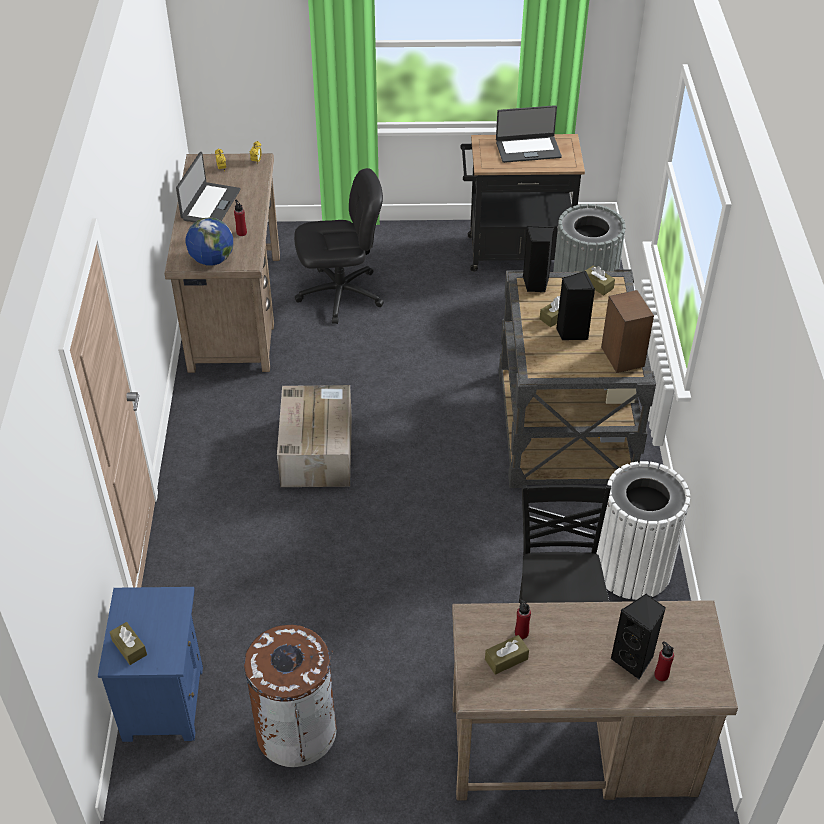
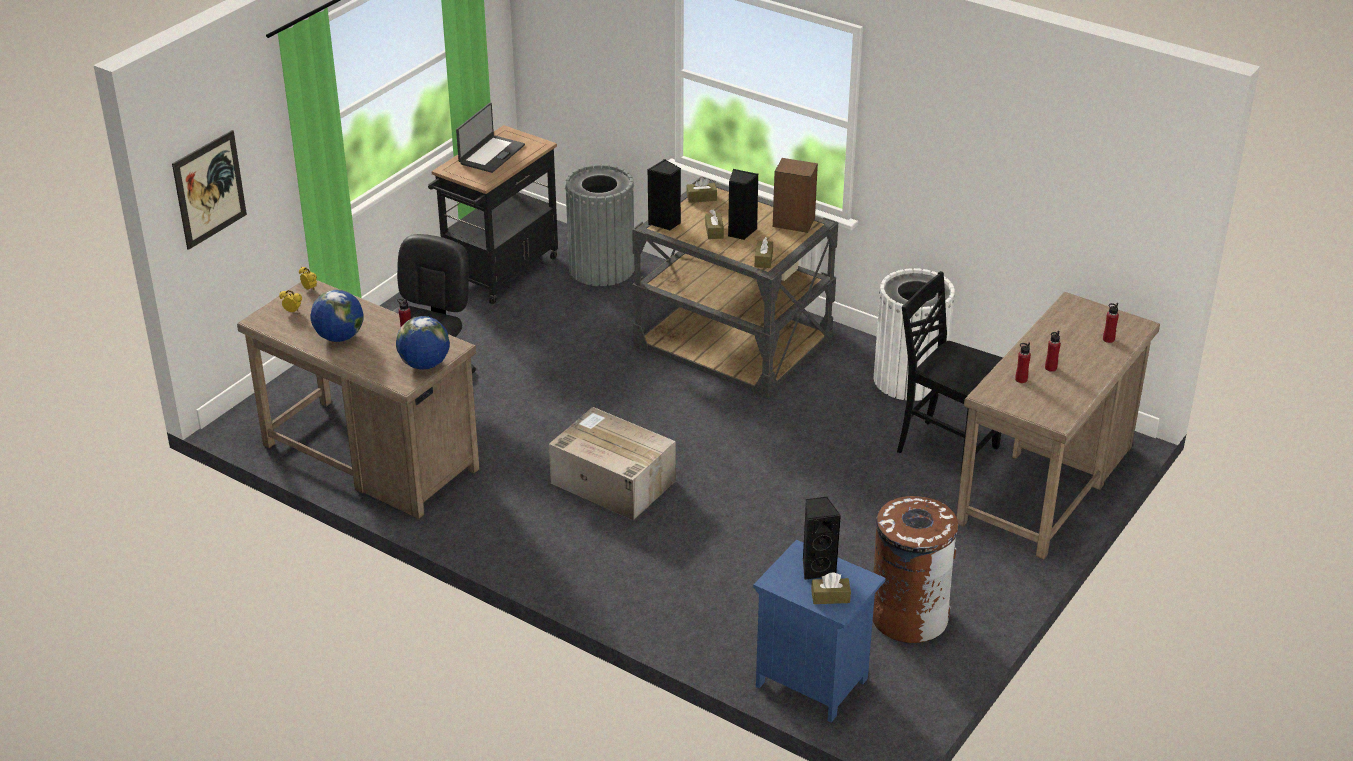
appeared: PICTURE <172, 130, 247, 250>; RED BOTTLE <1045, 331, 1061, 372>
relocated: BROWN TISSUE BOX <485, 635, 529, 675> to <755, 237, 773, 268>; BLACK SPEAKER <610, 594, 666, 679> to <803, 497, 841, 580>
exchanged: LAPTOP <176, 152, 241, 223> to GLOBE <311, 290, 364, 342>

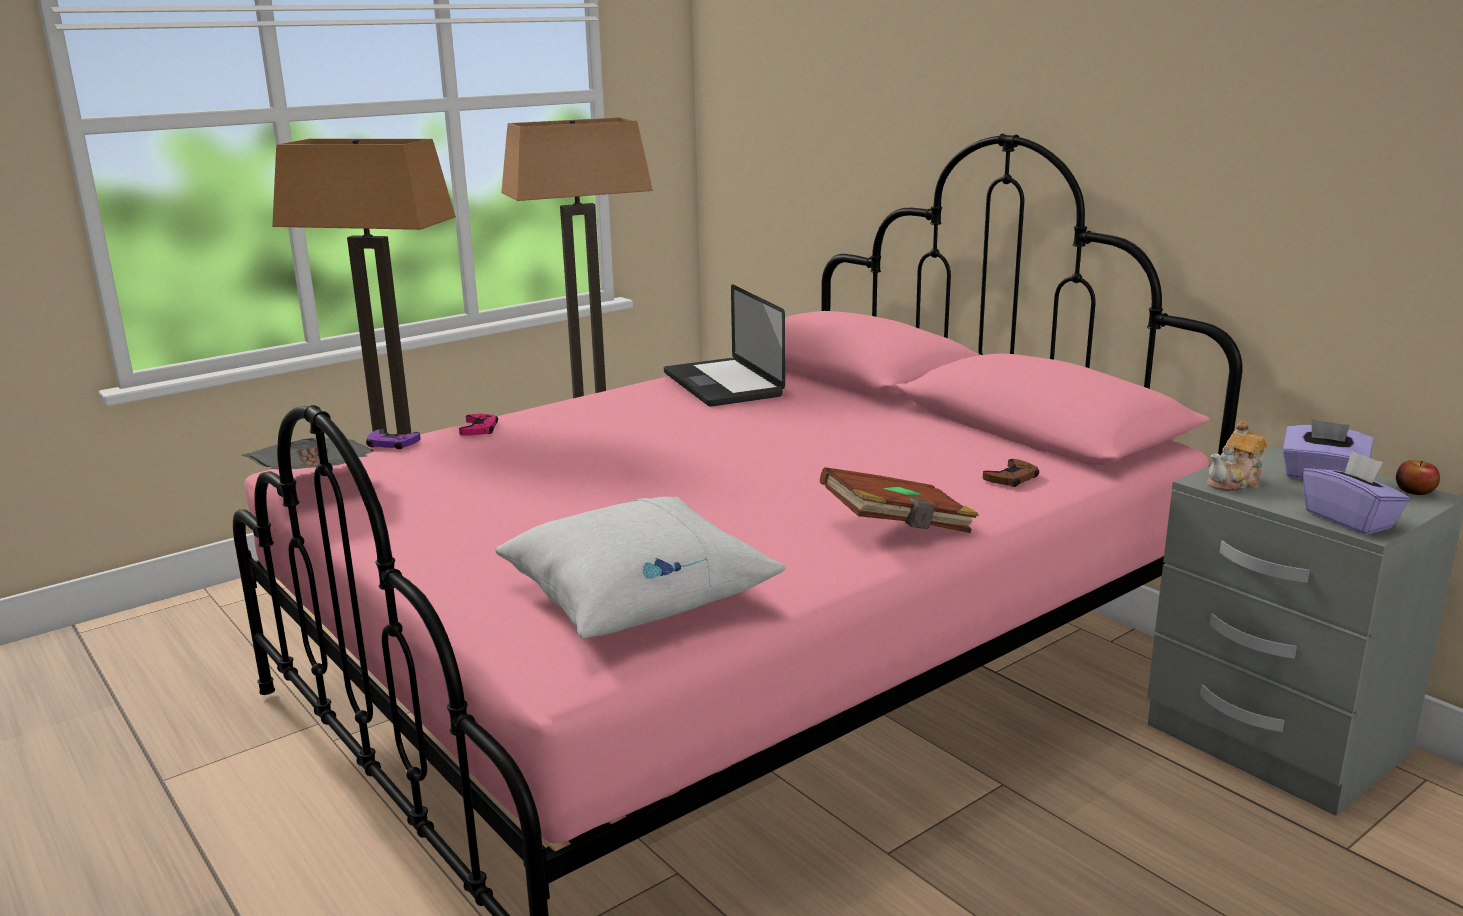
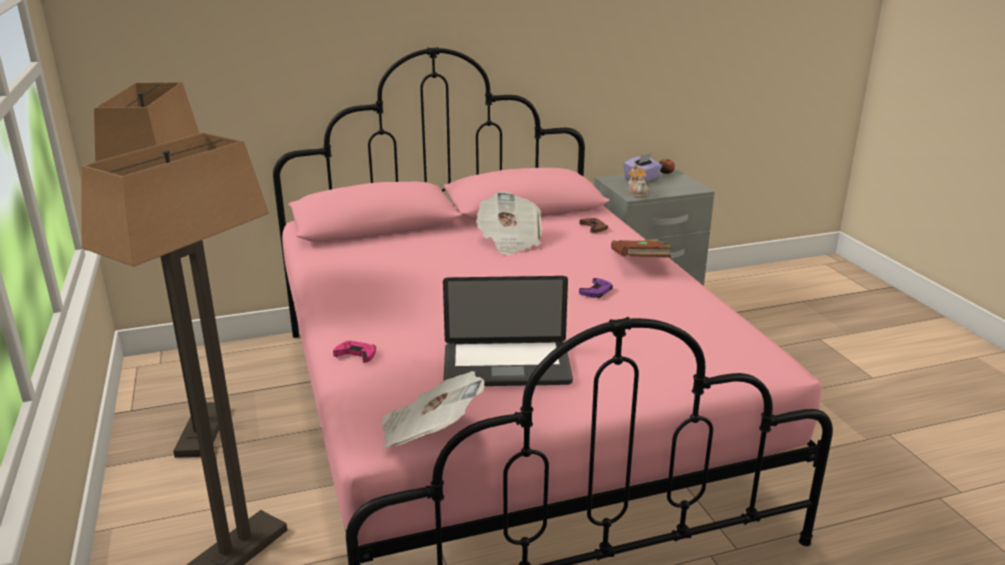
missing: GREY PILLOW <495, 497, 786, 639>; PURPLE TISSUE BOX <1302, 451, 1410, 535>
appeared: NEWSPAPER <476, 191, 542, 255>
relocated: PURPLE GAME CONTROLLER <366, 429, 421, 449> to <579, 278, 613, 298>; LAPTOP <664, 284, 785, 407> to <443, 276, 573, 386>

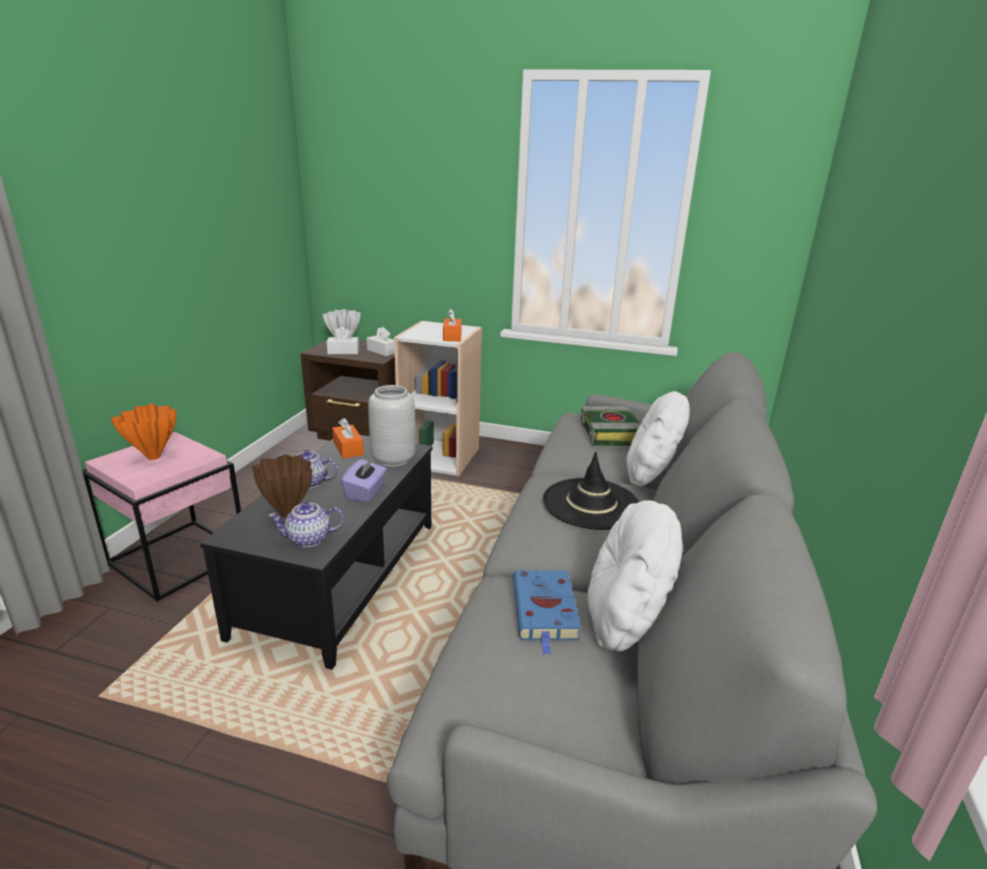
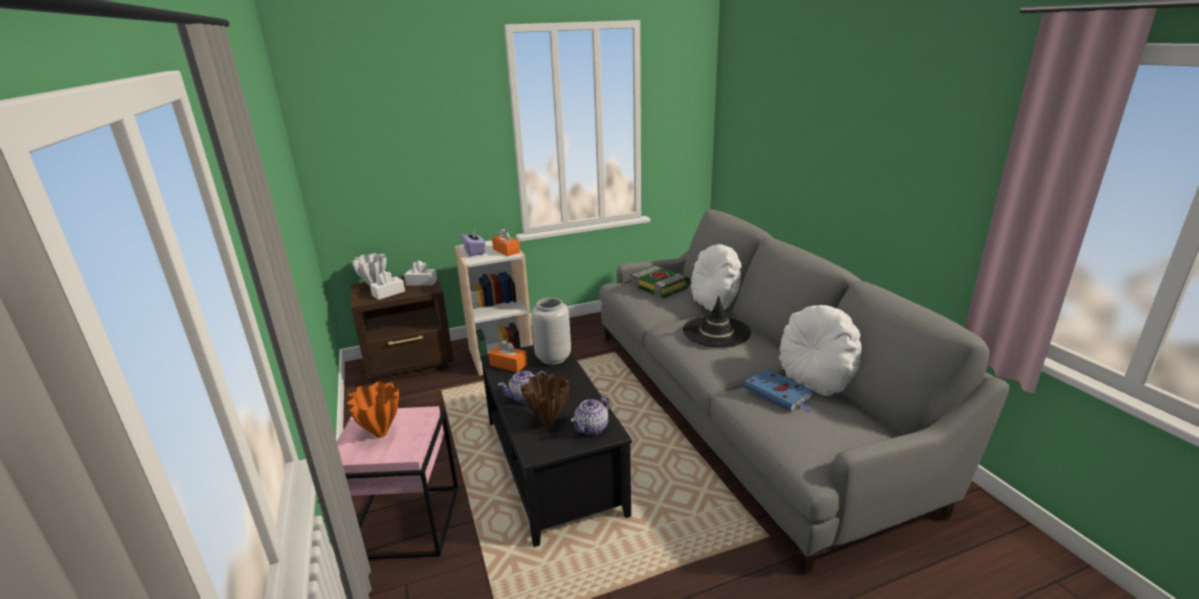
relocated: PURPLE TISSUE BOX <341, 458, 387, 503> to <461, 229, 486, 256>

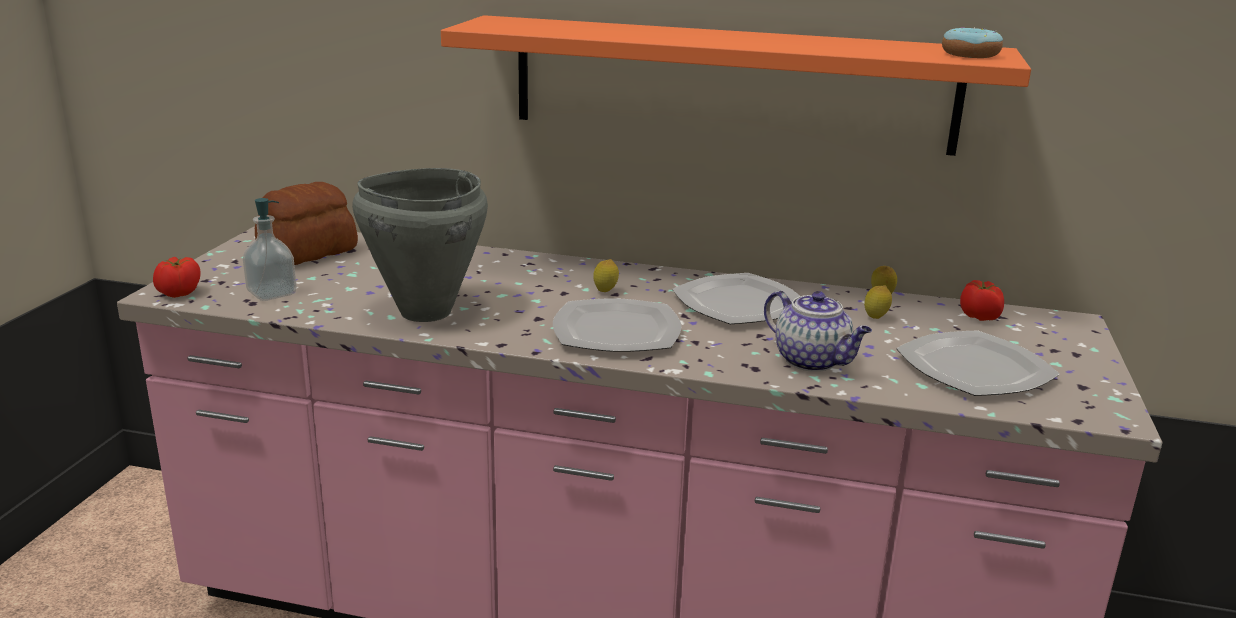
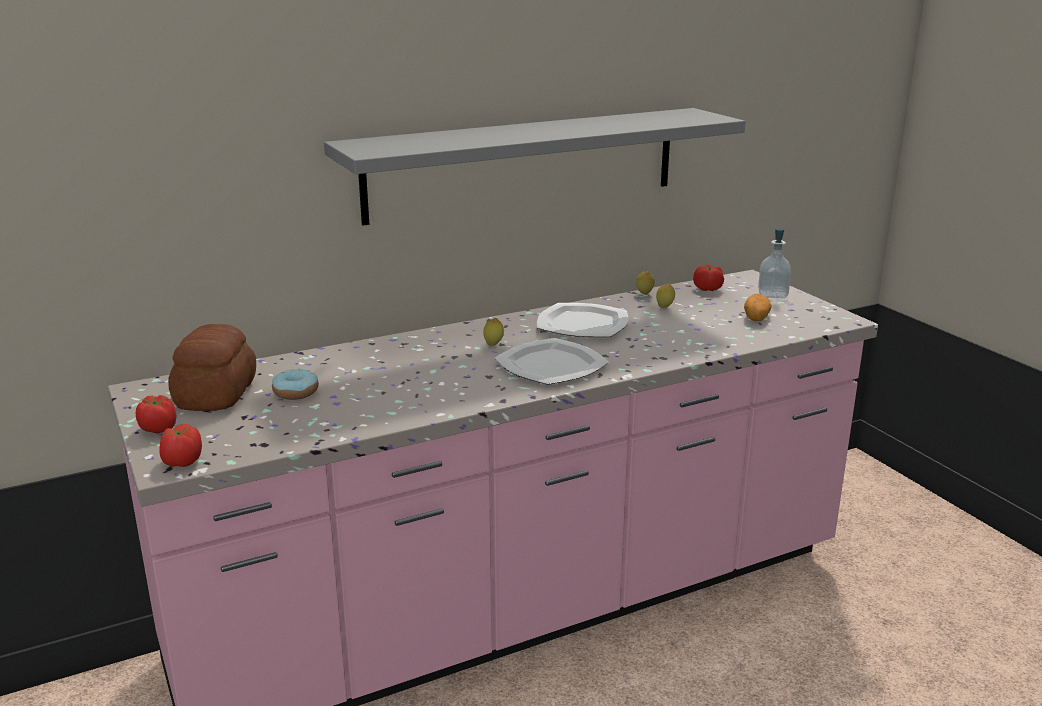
missing: GREY COOKING POT <352, 168, 488, 322>; TEAPOT <764, 290, 872, 372>
appeared: TOMATO <136, 395, 177, 434>
relocated: SOAP DISPENSER <243, 198, 297, 301> to <758, 228, 791, 298>; DONUT <942, 27, 1003, 58> to <272, 368, 319, 400>
exchanged: PLATE <896, 331, 1060, 396> to POTATO <744, 294, 772, 321>
colour: ORANGE SHELF <441, 15, 1031, 156> to GREY SHELF <324, 108, 746, 226>

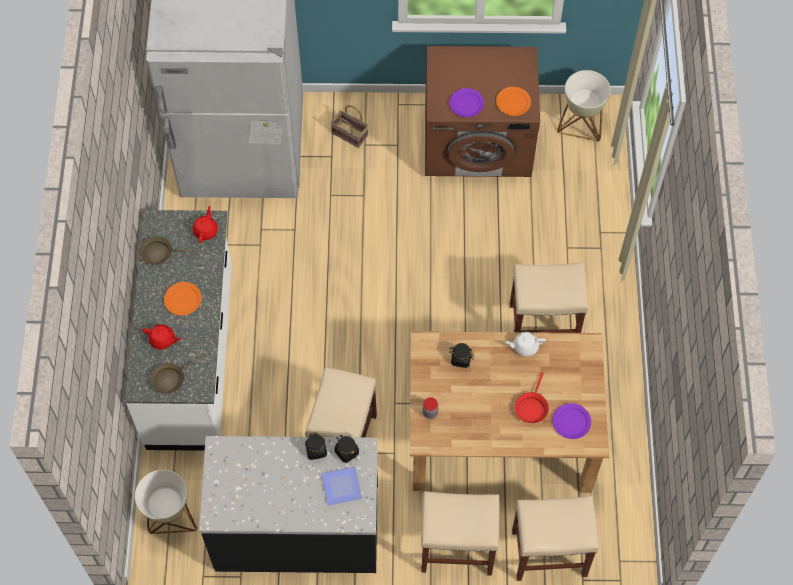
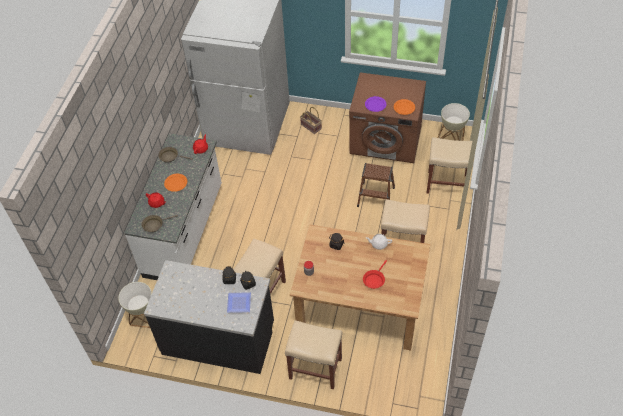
missing: PURPLE PLATE <553, 403, 591, 439>
appeared: BROWN STEP LADDER <357, 163, 395, 207>
relocated: BEIGE STOOL <512, 496, 599, 581> to <427, 137, 474, 194>

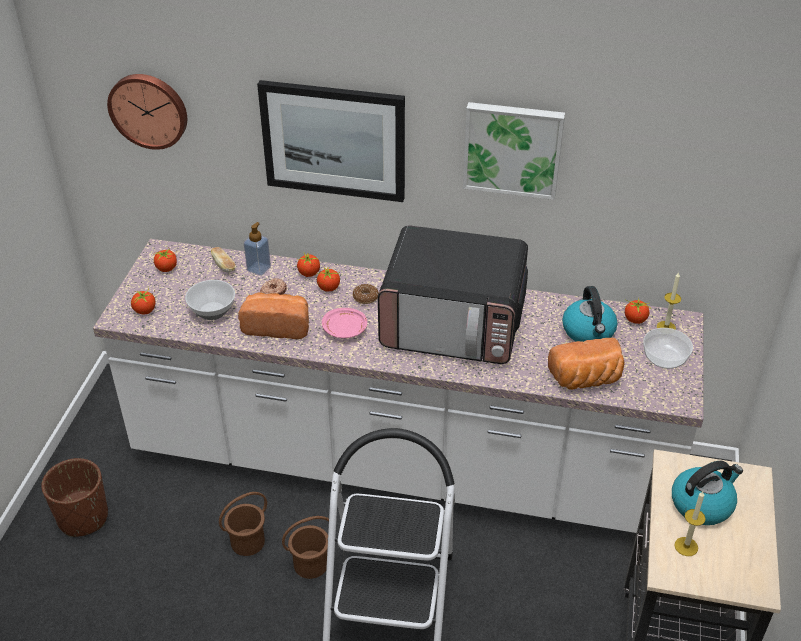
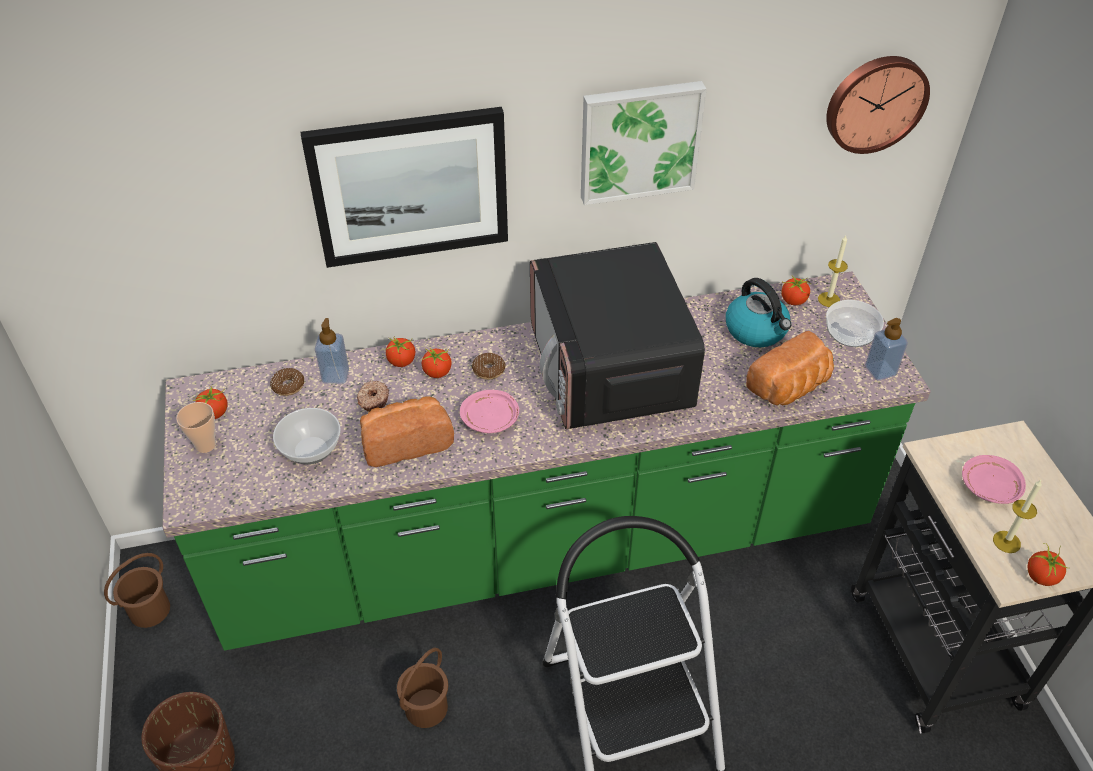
appeared: CUP <176, 402, 216, 453>; SOAP DISPENSER <865, 318, 908, 380>
relocated: WALL CLOCK <107, 74, 187, 150> to <826, 56, 930, 154>; TOMATO <131, 286, 155, 315> to <1028, 543, 1067, 586>; BROWN BUCKET <282, 516, 329, 579> to <104, 553, 170, 628>
exchanged: BREAD <211, 247, 235, 273> to DONUT <270, 368, 304, 396>; KETTLE <672, 461, 743, 525> to PINK PLATE <962, 455, 1026, 504>
colour: WHITE COUNTER <93, 239, 704, 533> to GREEN COUNTER <163, 271, 931, 651>
spun: MICROWAVE <378, 225, 528, 364> = <530, 242, 705, 429> 90 degrees clockwise

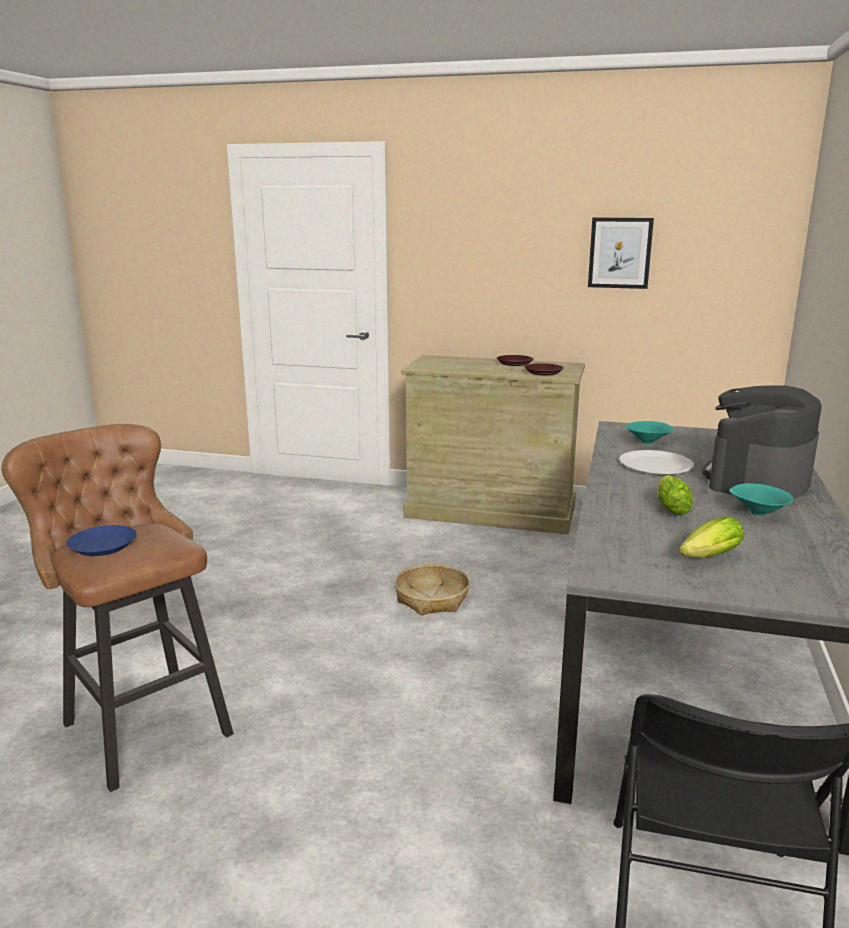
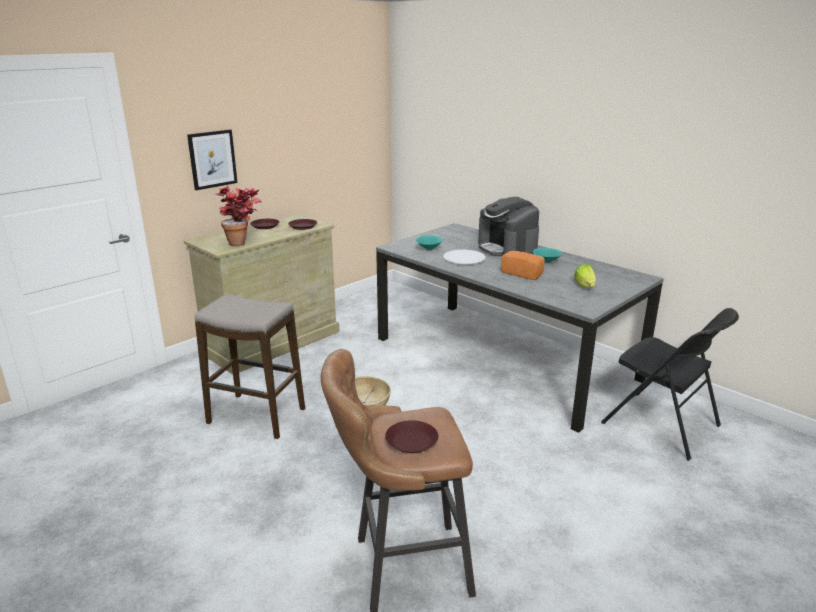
appeared: STOOL <195, 294, 305, 439>; POTTED PLANT <215, 185, 262, 246>
relocated: PICTURE <588, 218, 654, 289> to <187, 129, 238, 190>
exchanged: LETTUCE <657, 475, 693, 515> to BREAD <501, 251, 545, 280>
colour: BLUE PLATE <66, 525, 137, 556> to BROWN PLATE <385, 420, 439, 453>

